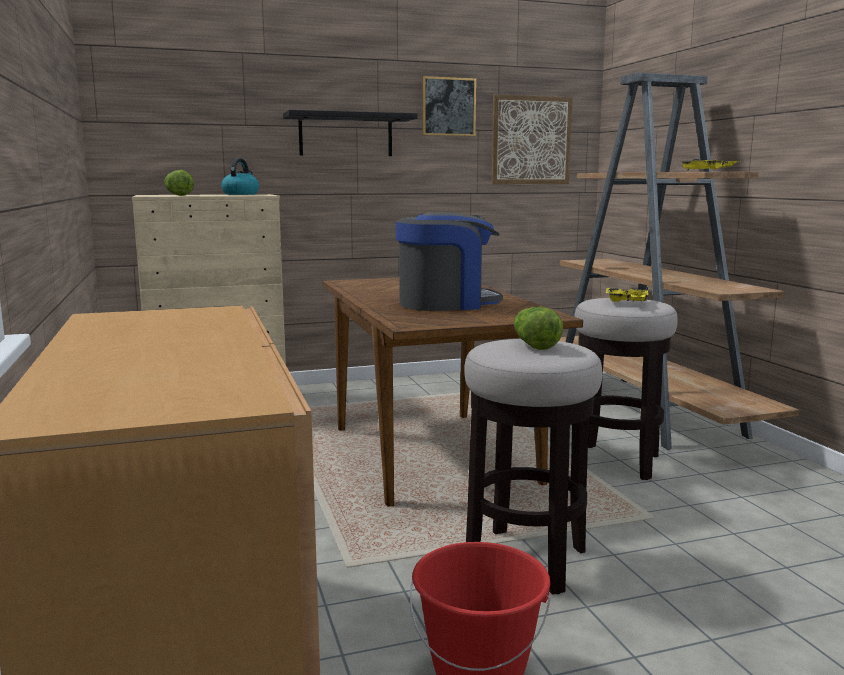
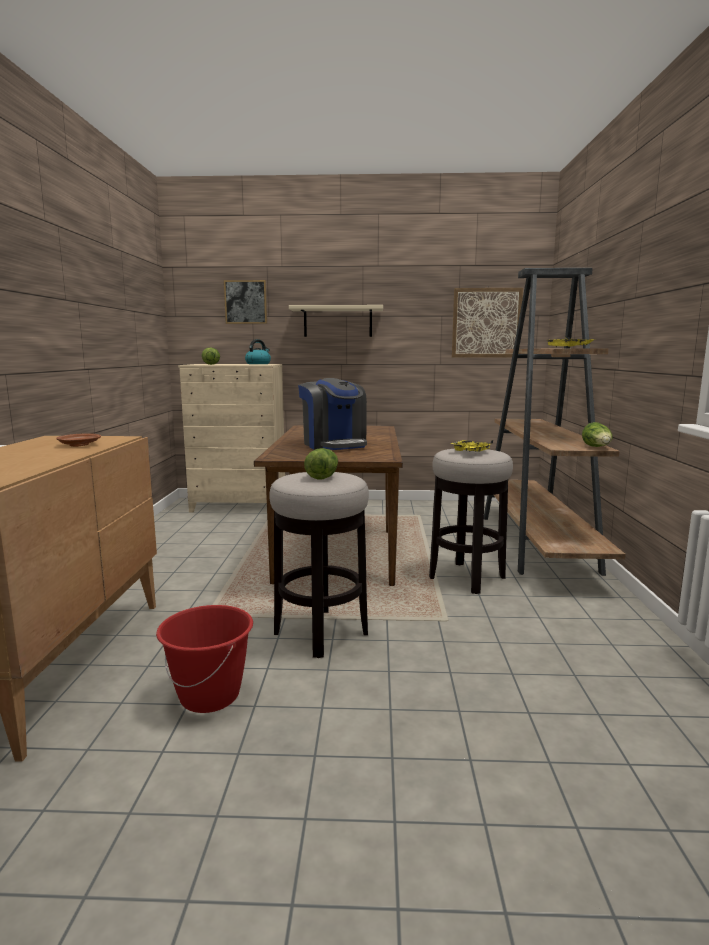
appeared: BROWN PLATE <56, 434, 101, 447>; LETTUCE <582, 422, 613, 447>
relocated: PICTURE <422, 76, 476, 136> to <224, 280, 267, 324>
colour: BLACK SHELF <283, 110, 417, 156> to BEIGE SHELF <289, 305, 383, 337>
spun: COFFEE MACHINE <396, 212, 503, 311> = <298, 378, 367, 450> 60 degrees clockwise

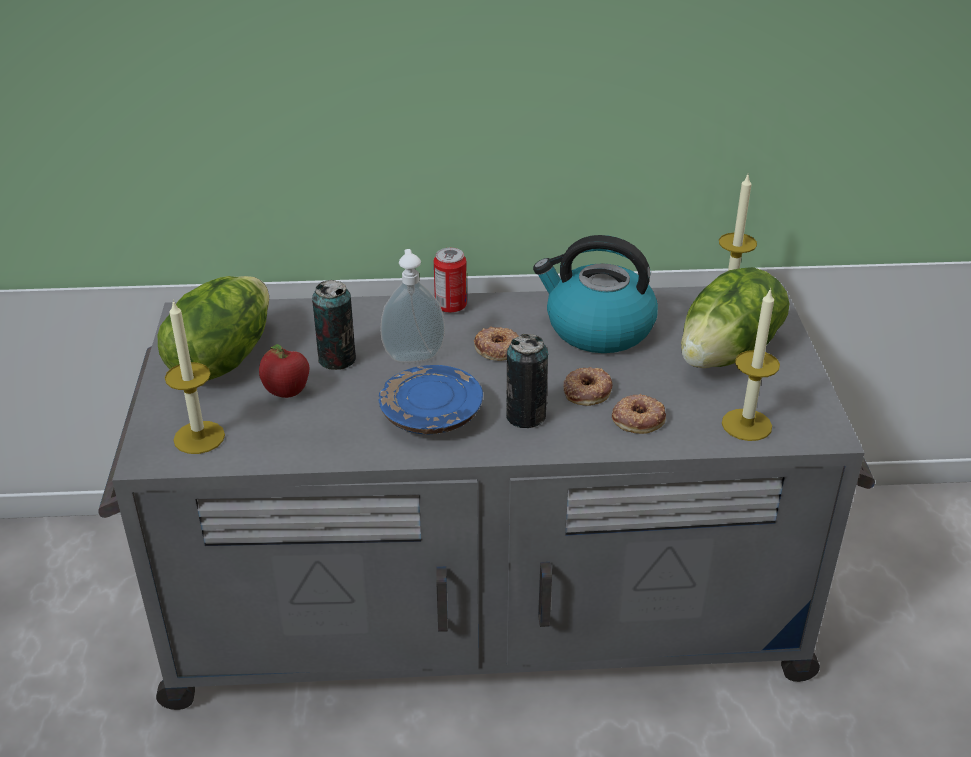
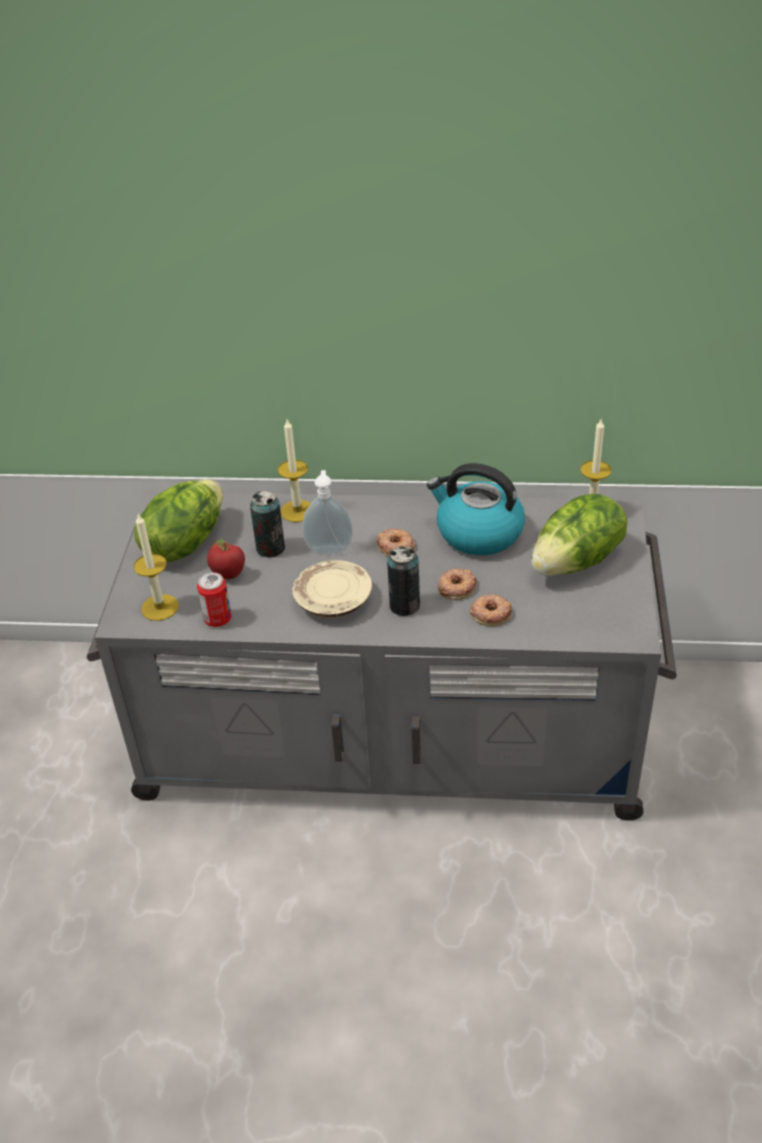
relocated: CAN <434, 248, 467, 313> to <197, 572, 232, 627>; CANDLE <722, 288, 780, 441> to <278, 420, 311, 522>
colour: BLUE PLATE <378, 365, 483, 434> to BEIGE PLATE <292, 560, 372, 618>

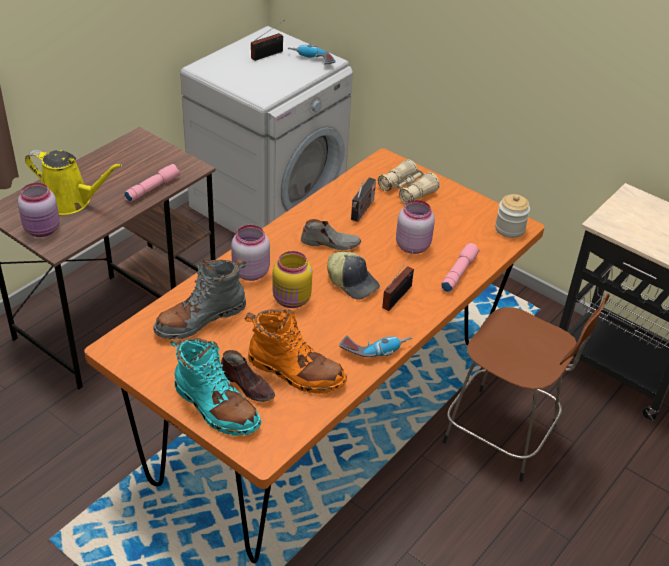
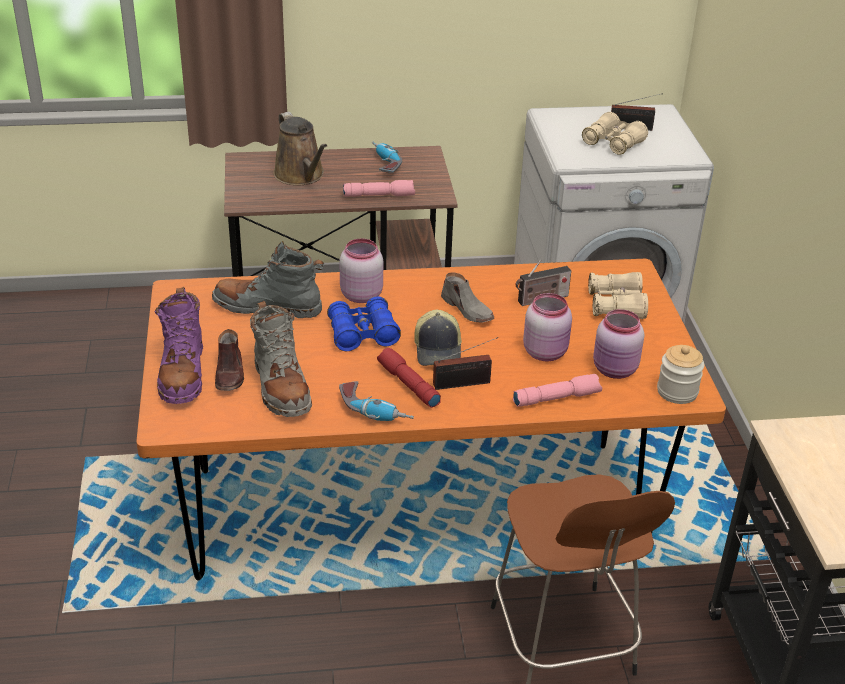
appeared: RED FLASHLIGHT <377, 348, 441, 408>; BEIGE BINOCULARS <582, 112, 648, 155>
relocated: PINK JAR <18, 183, 59, 237> to <593, 309, 644, 379>; POWER DRILL <288, 45, 335, 64> to <372, 141, 402, 173>
exchanged: YELLOW JAR <273, 251, 312, 308> to BLUE BINOCULARS <327, 297, 401, 351>
colour: YELLOW WATERING CAN <25, 150, 122, 215> to BROWN WATERING CAN <273, 112, 327, 186>; TURQUOISE BOOT <170, 337, 261, 436> to PURPLE BOOT <154, 287, 203, 404>; ORANGE BOOT <245, 309, 347, 394> to GREY BOOT <250, 301, 312, 417>

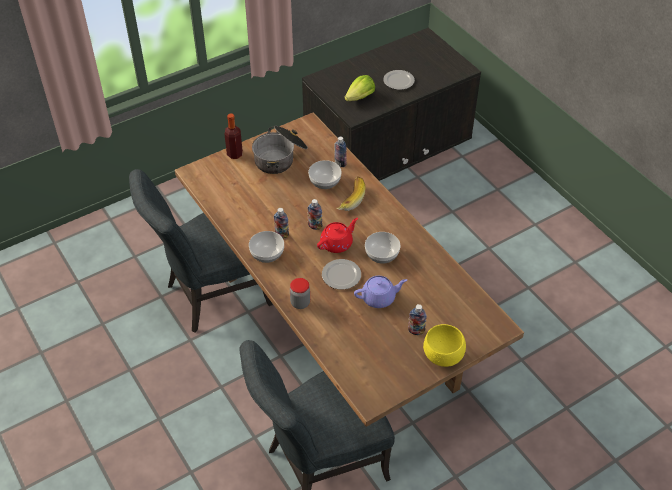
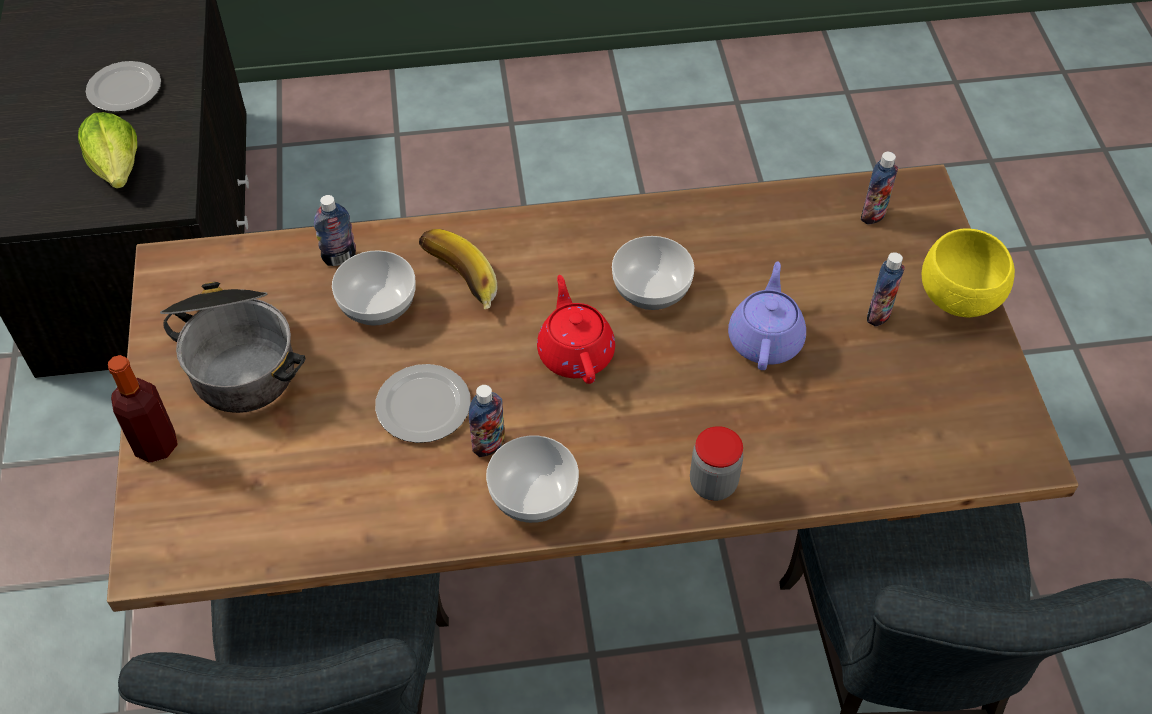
relocated: BOTTLE <307, 199, 322, 230> to <861, 152, 898, 225>; PLATE <322, 259, 361, 290> to <375, 364, 471, 443>

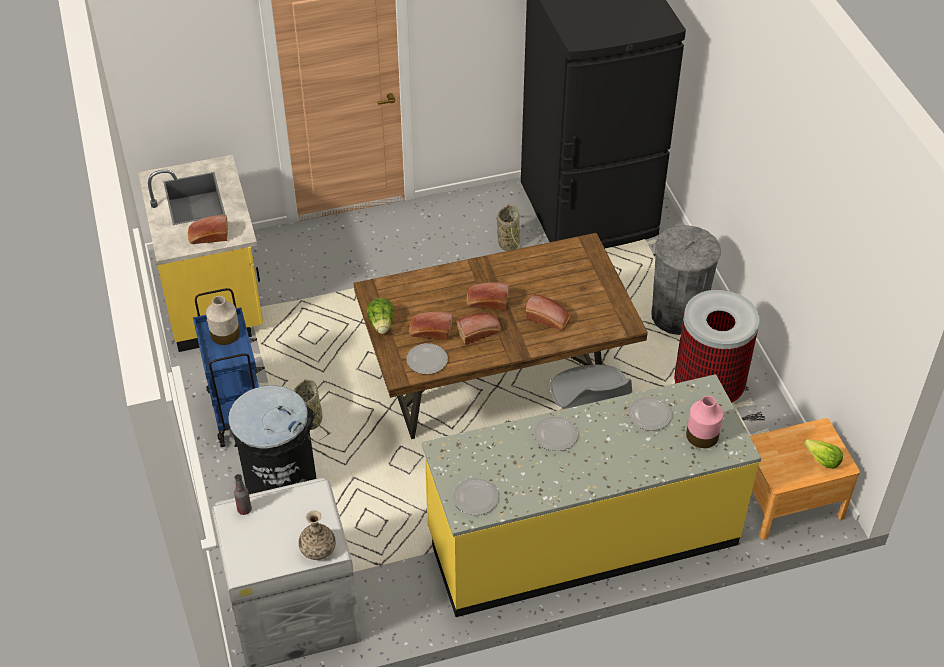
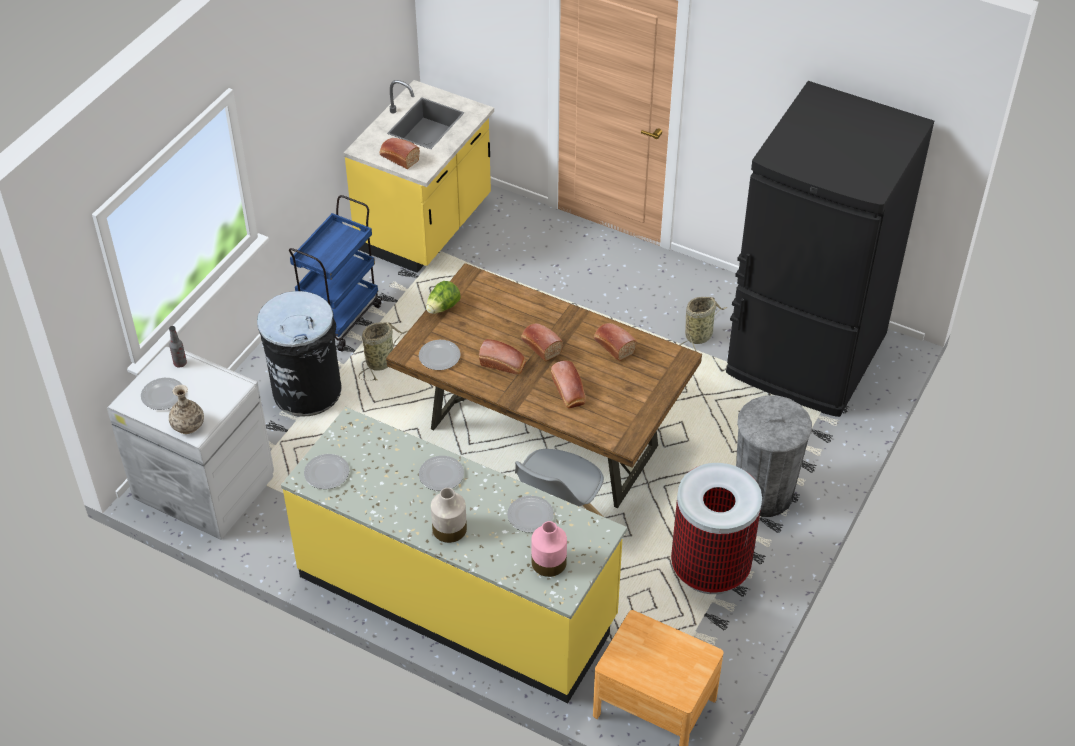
missing: LETTUCE <804, 439, 843, 469>
appeared: PLATE <141, 378, 182, 410>
relocated: BEIGE VASE <206, 296, 240, 345> to <431, 488, 467, 543>; BREAD <409, 312, 453, 340> to <594, 323, 636, 361>

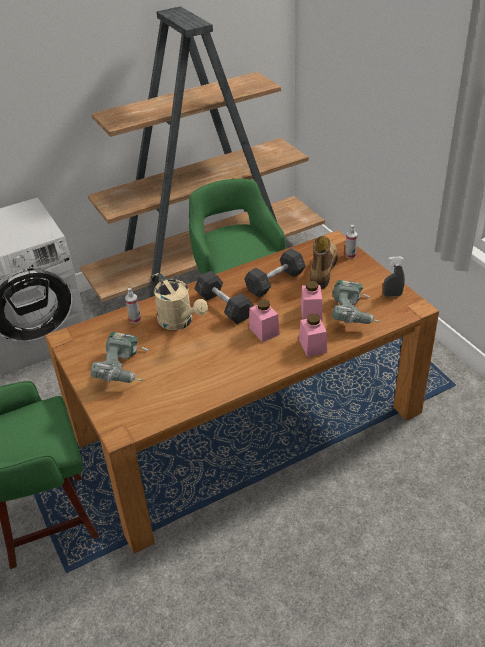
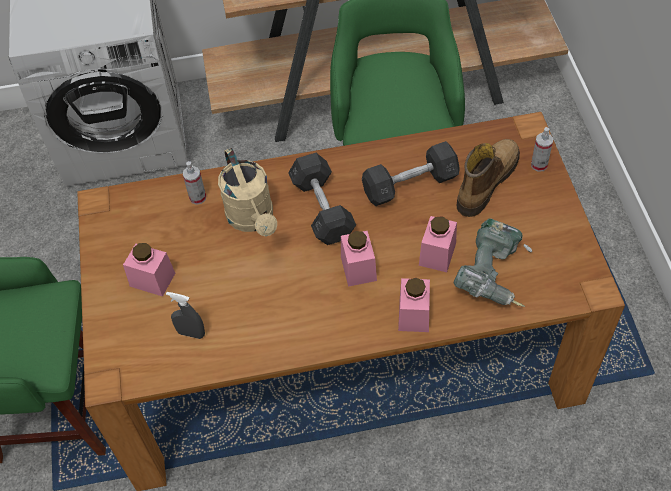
relocated: GREY SPRAY BOTTLE <383, 257, 405, 297> to <166, 292, 205, 339>
exchanged: POWER DRILL <91, 332, 148, 383> to PINK JAR <123, 243, 175, 297>

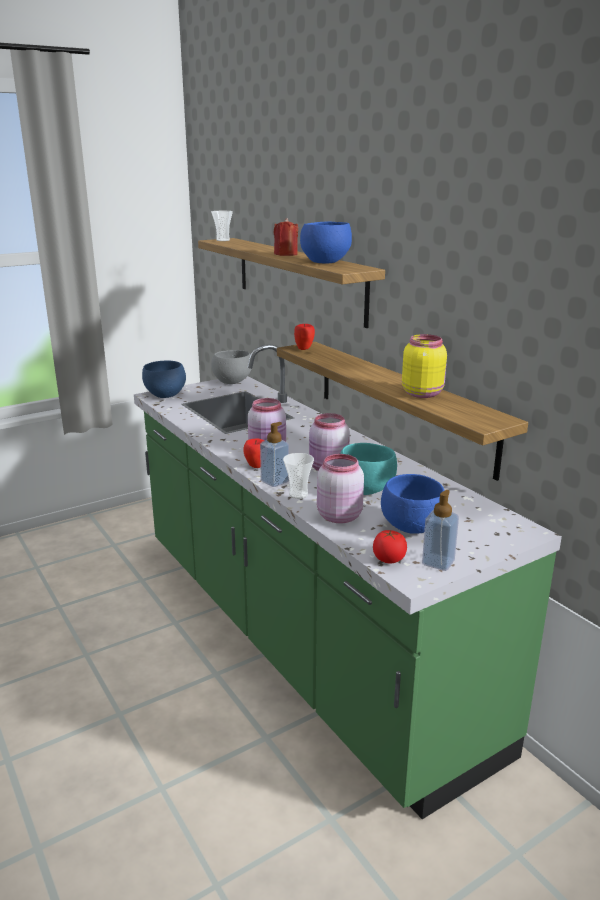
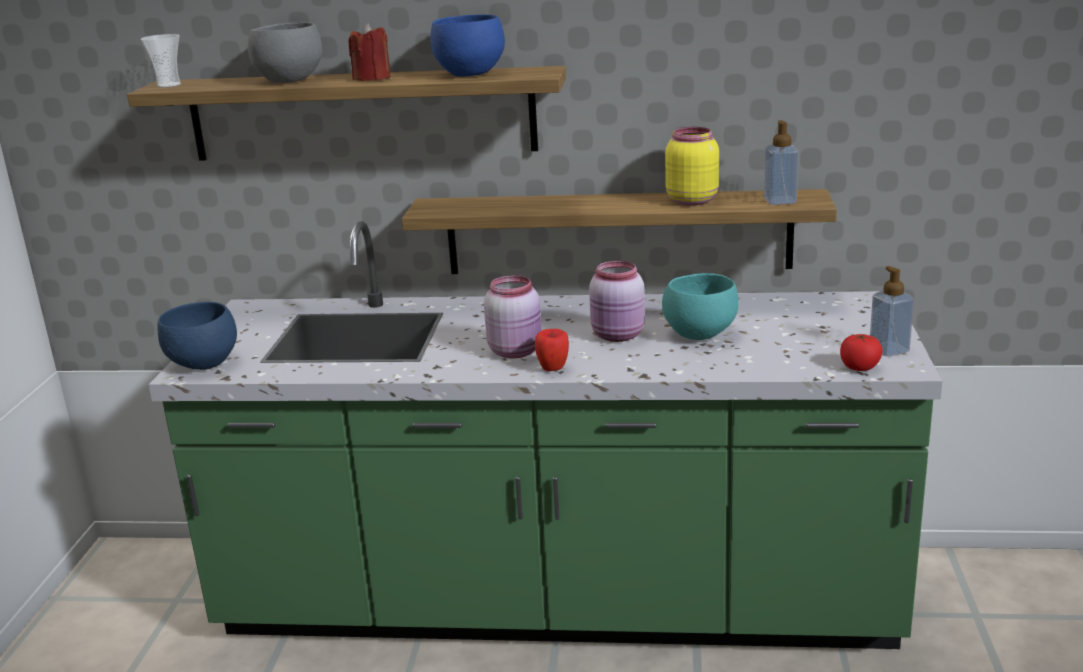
missing: CUP <283, 453, 314, 499>; APPLE <294, 324, 315, 350>; PINK JAR <317, 454, 364, 523>; BLUE BOWL <381, 474, 445, 534>
relocated: GREY BOWL <211, 350, 251, 384> to <248, 22, 322, 83>; SOAP DISPENSER <260, 422, 289, 487> to <764, 120, 799, 205>

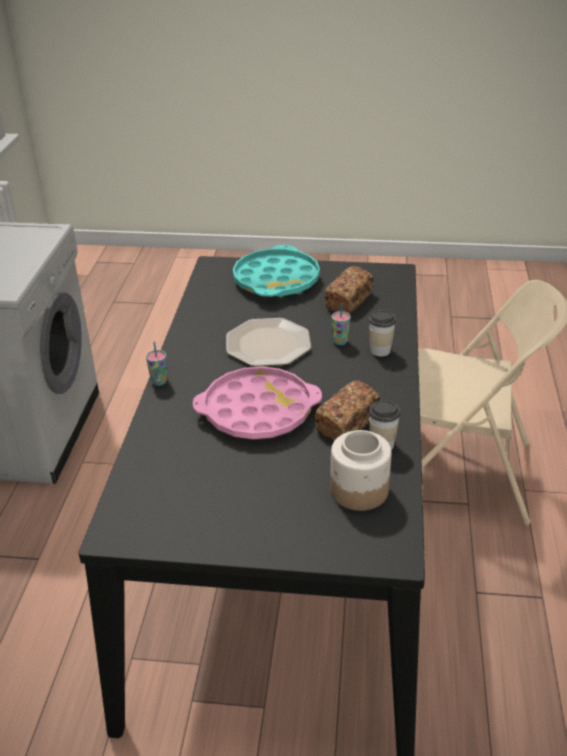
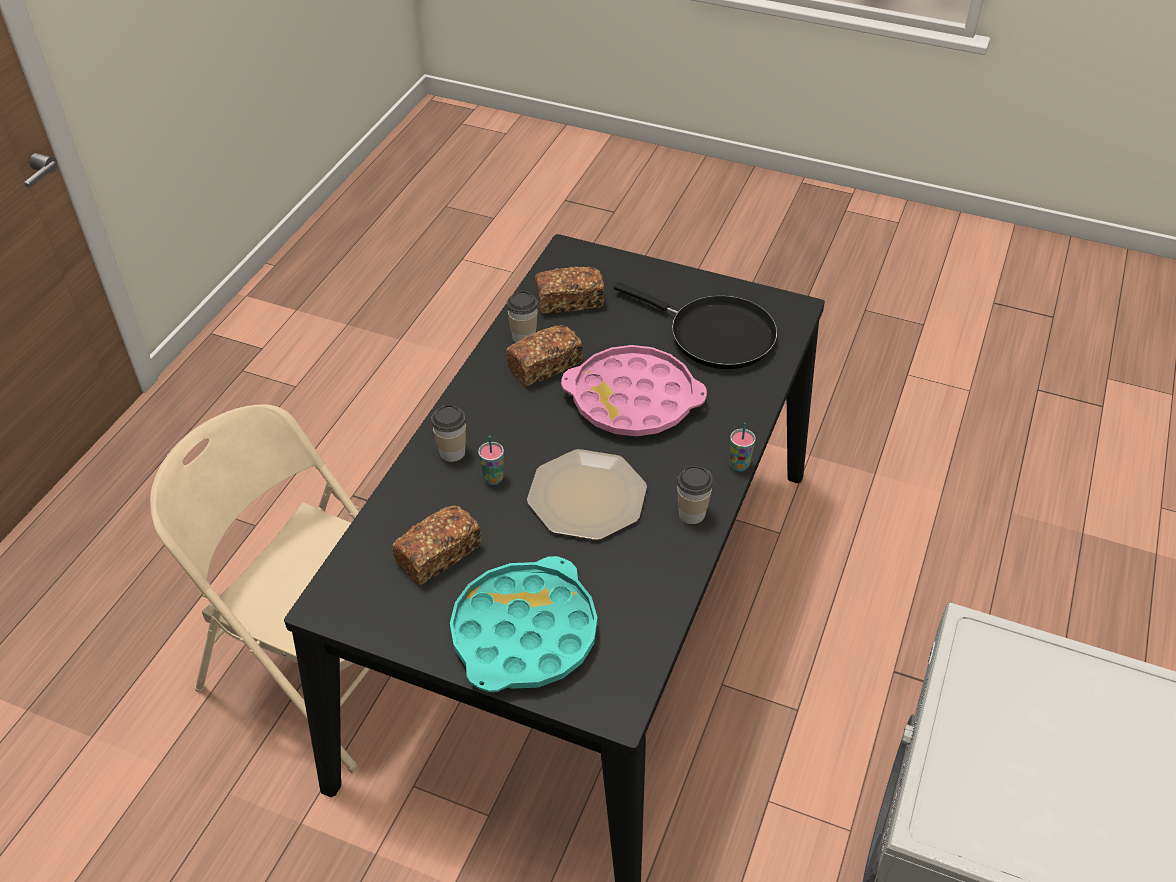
appeared: BLACK FRYING PAN <614, 282, 777, 369>; CUP <677, 466, 713, 524>
exchanged: JAR <330, 430, 392, 511> to BREAD <535, 267, 605, 314>

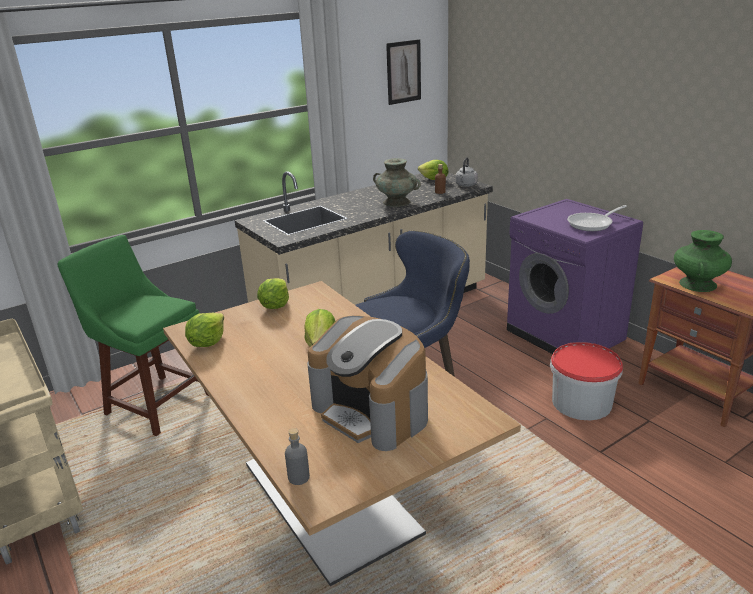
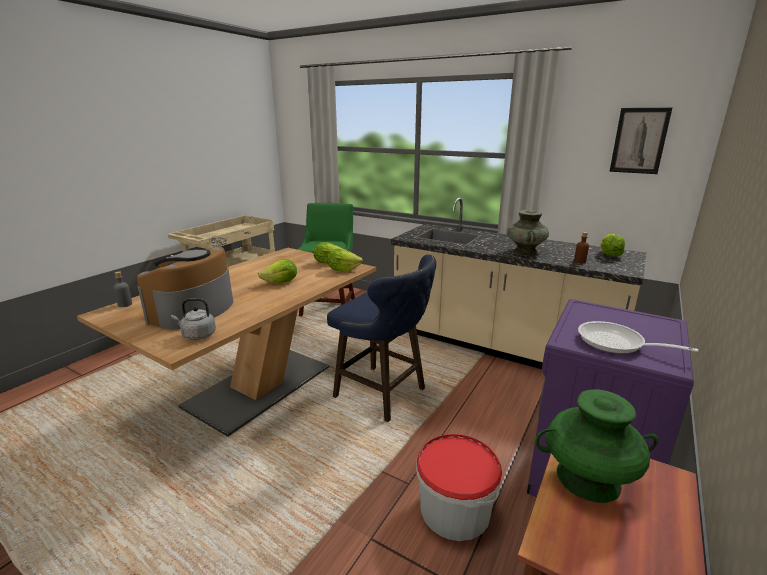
relocated: LETTUCE <185, 313, 224, 347> to <327, 249, 363, 272>; GREY KETTLE <455, 157, 478, 187> to <171, 298, 216, 340>

